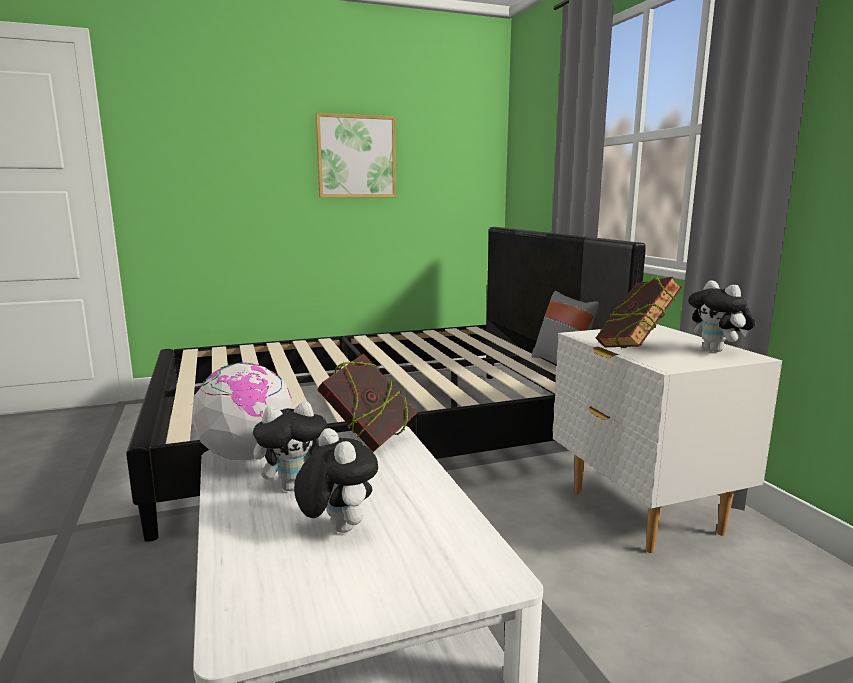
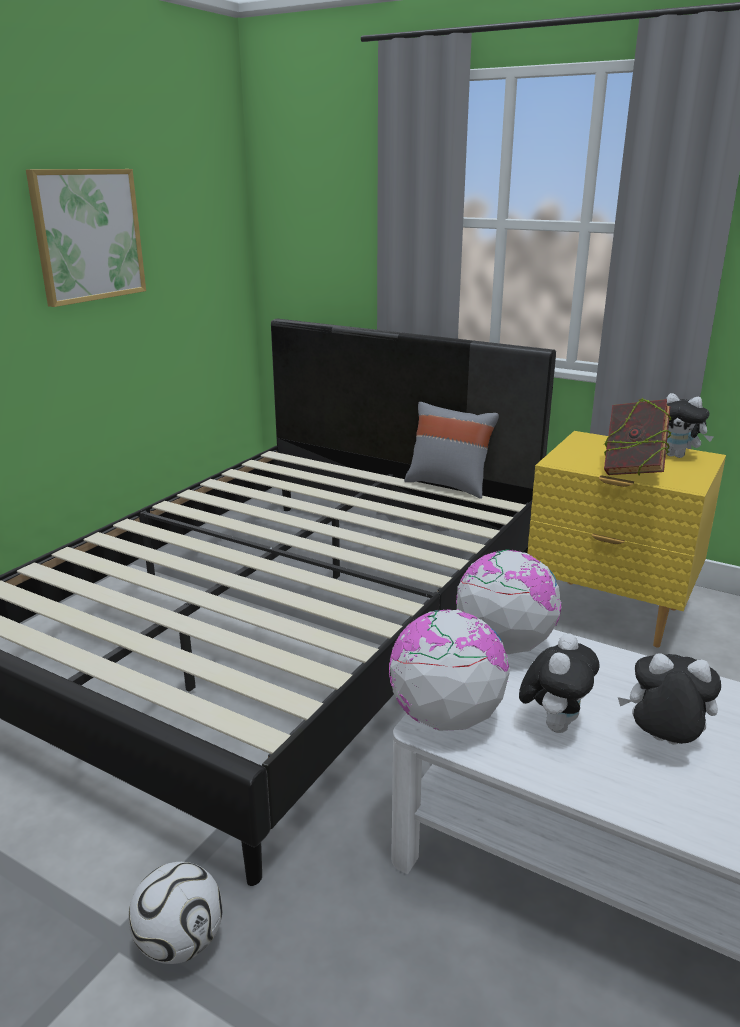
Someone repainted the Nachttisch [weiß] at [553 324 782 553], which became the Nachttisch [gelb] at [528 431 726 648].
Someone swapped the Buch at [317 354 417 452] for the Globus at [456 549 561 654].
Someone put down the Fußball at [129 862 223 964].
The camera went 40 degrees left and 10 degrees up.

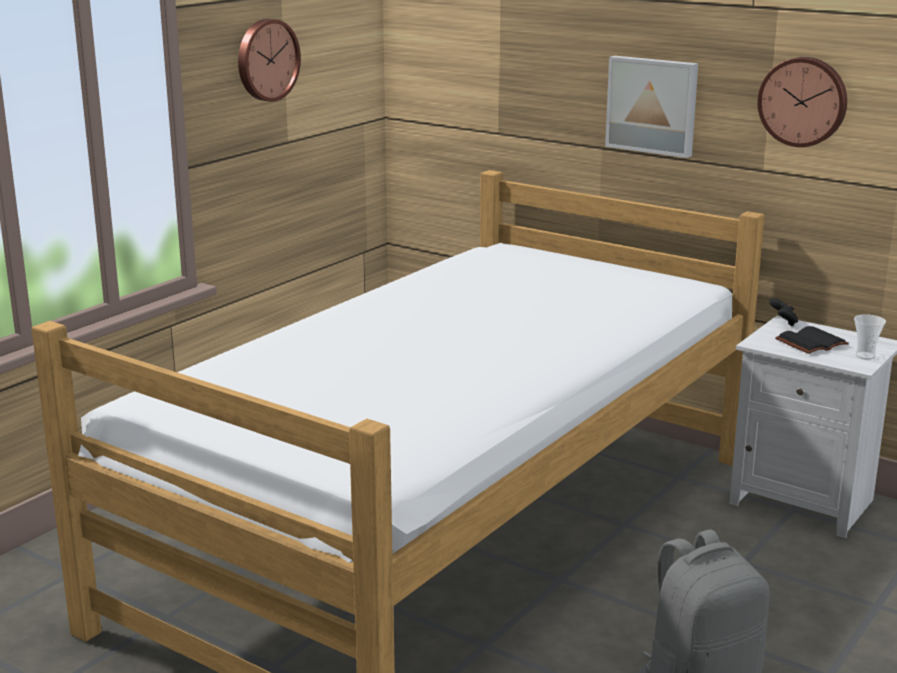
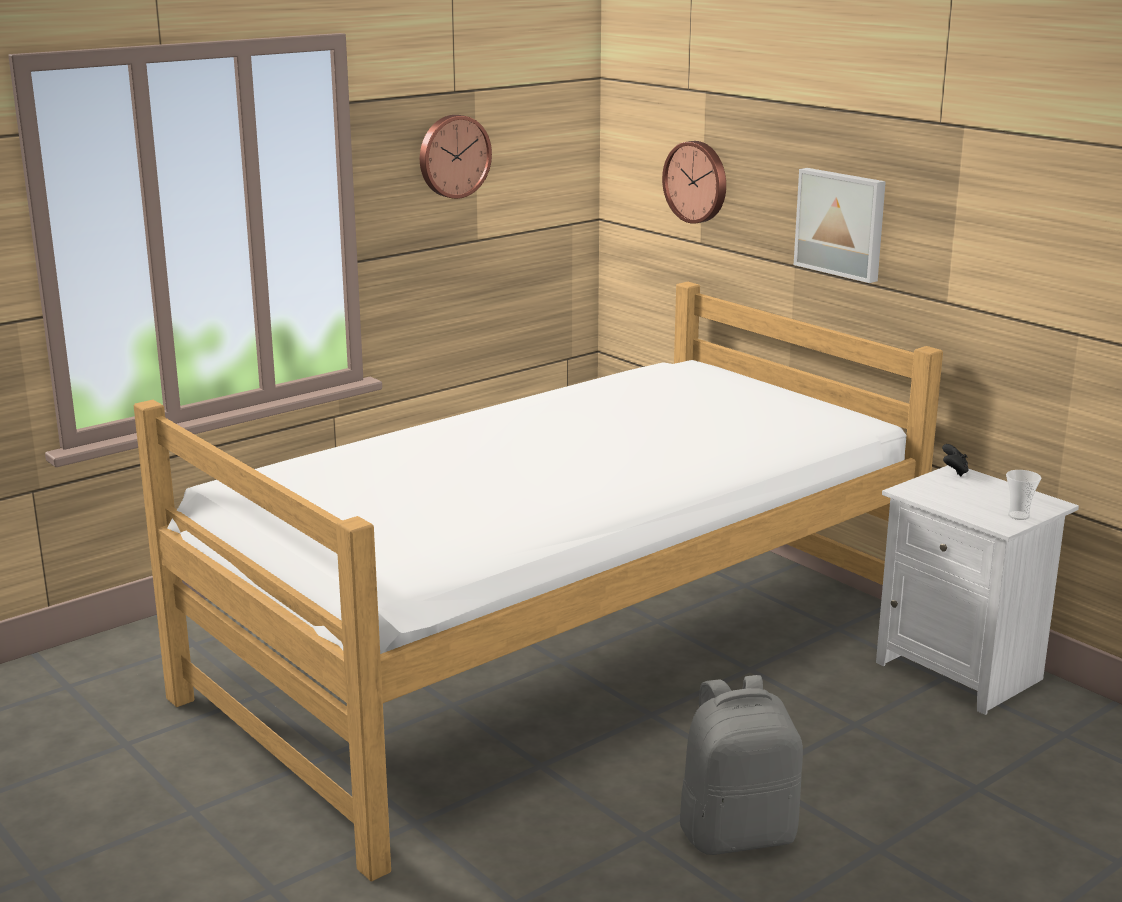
Someone carried the Wanduhr from [757 57 847 147] to [662 141 726 224].
Someone took away the Buch [schwarz] at [775 326 849 354].
The camera went 15 degrees right and 0 degrees up.

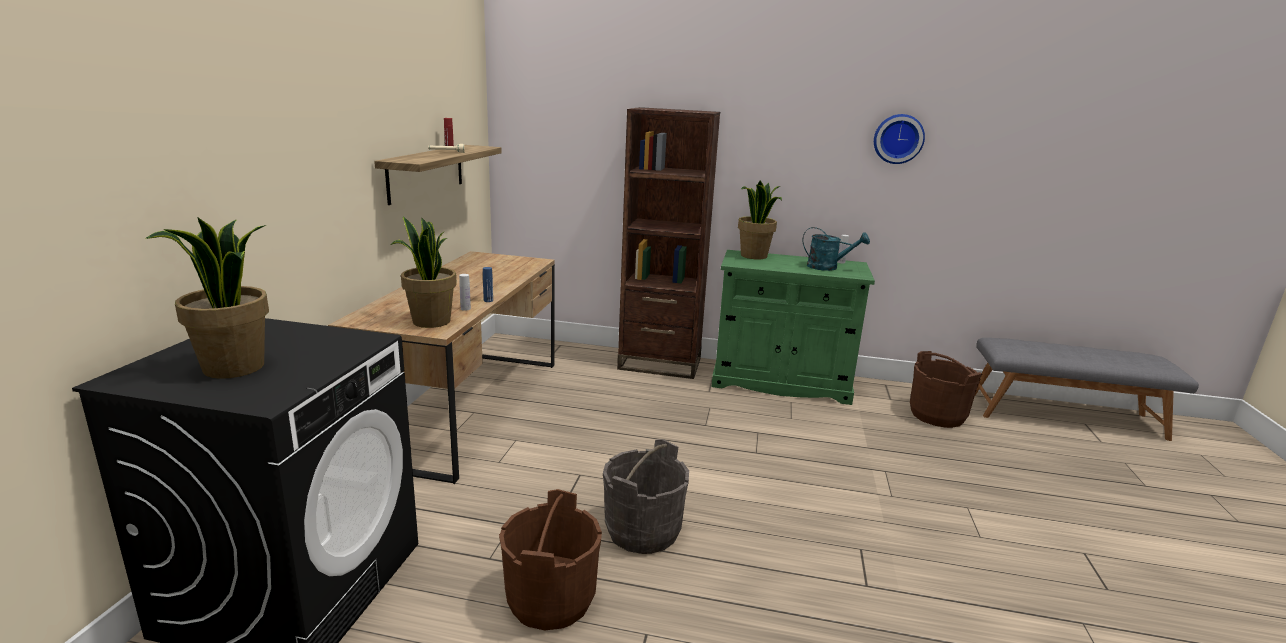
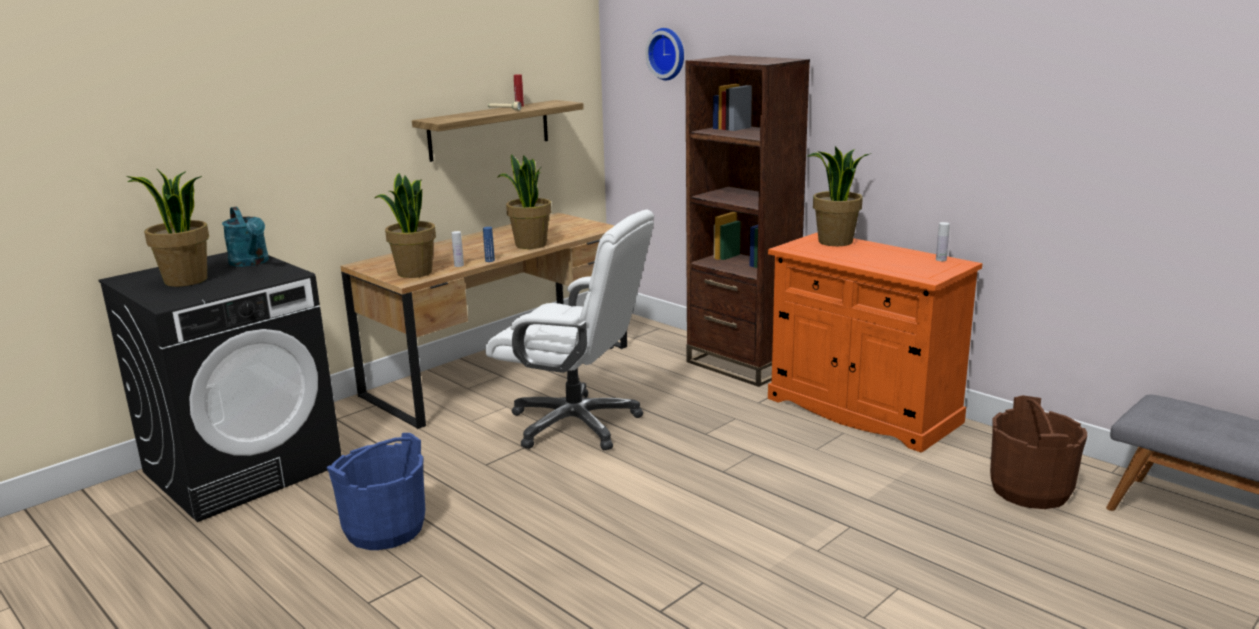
Someone carried the Wanduhr from [874 114 925 164] to [645 28 684 80].
Someone carried the Gießkanne [türkis] from [802 227 870 271] to [222 207 269 267].
Someone repainted the Schrank [grün] at [712 250 875 405], which became the Schrank [orange] at [768 232 982 453].
Someone took away the Eimer [grau] at [603 439 689 554].
Someone repainted the Eimer [braun] at [499 489 602 630], which became the Eimer [blau] at [326 433 425 550].
Someone put down the Topfpflanze at [498 154 551 249].
Someone put down the Bürostuhl [weiß] at [485 209 654 450].
The camera went 35 degrees right and 0 degrees up.

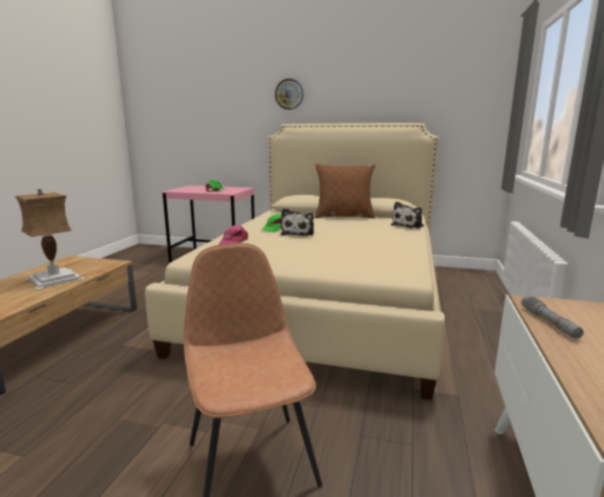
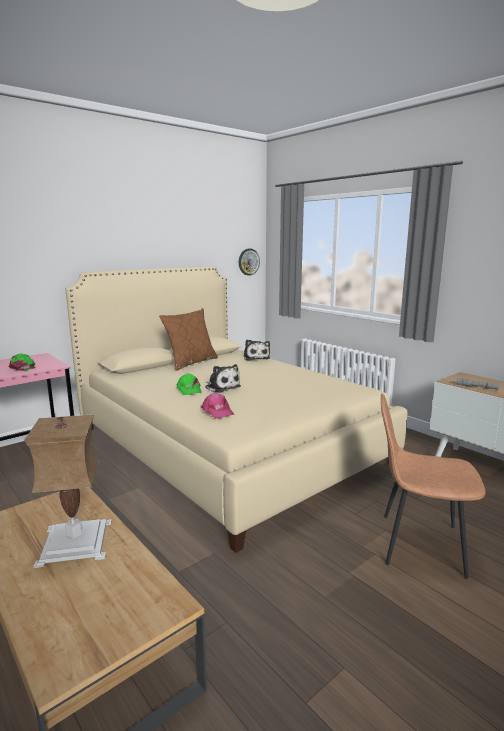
Someone carried the Wanduhr from [275 79 303 110] to [239 249 260 276].
The camera went 55 degrees left and 0 degrees up.

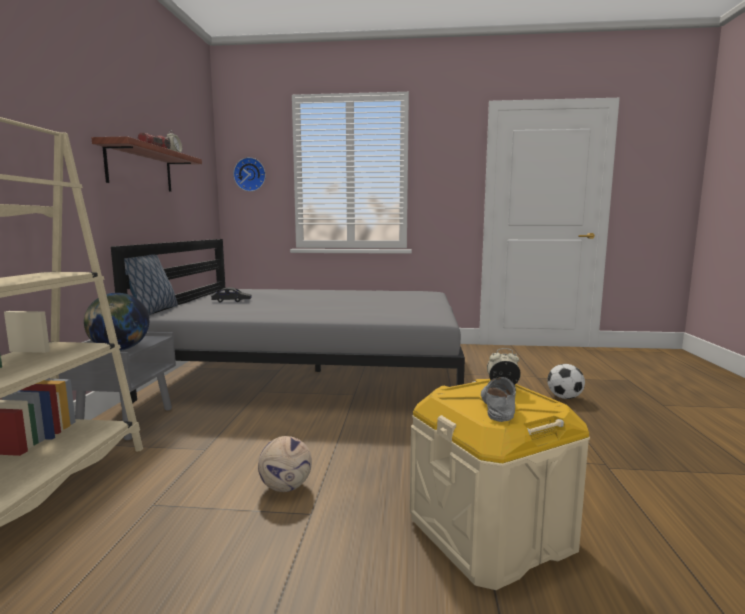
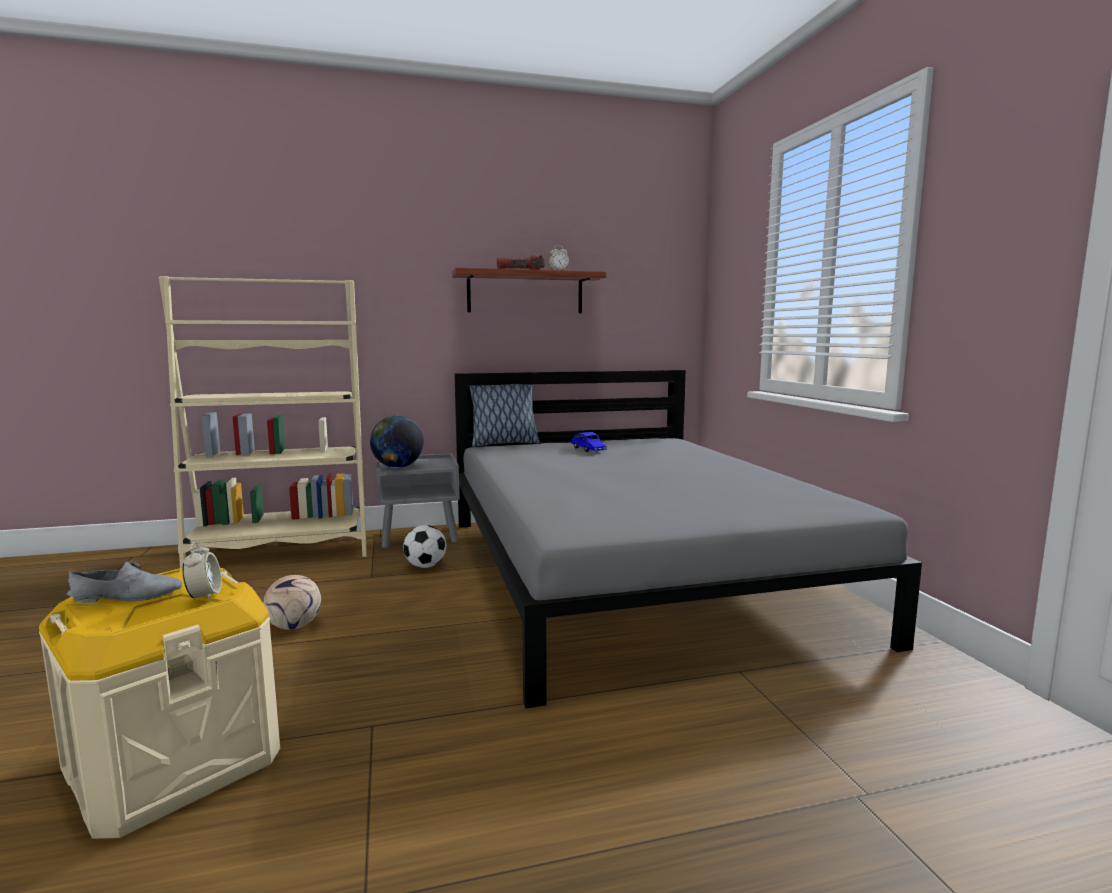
Someone took away the Wanduhr at [233 157 266 192].
Someone repainted the Spielzeugauto [schwarz] at [211 287 252 302], which became the Spielzeugauto [blau] at [571 432 607 452].
Someone carried the Fußball from [547 364 585 399] to [403 525 446 568].
The camera went 70 degrees right and 0 degrees up.

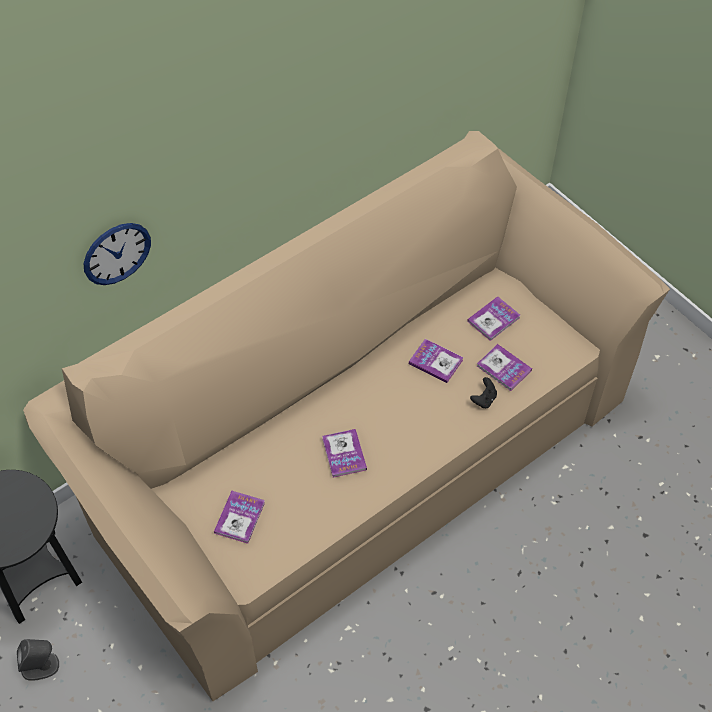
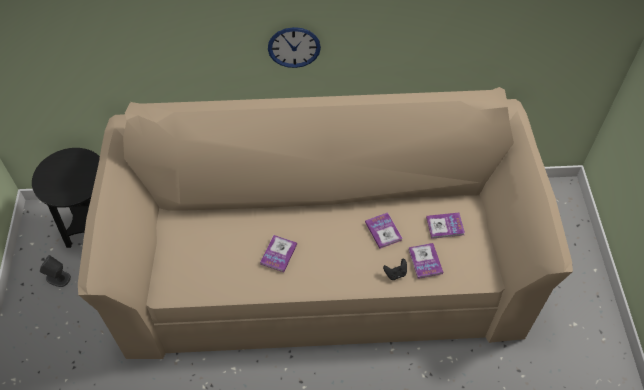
Someone carried the Wanduhr from [83 223 151 285] to [268 27 321 68].
Someone took away the Buch at [214 491 265 544].
The camera went 35 degrees right and 0 degrees up.

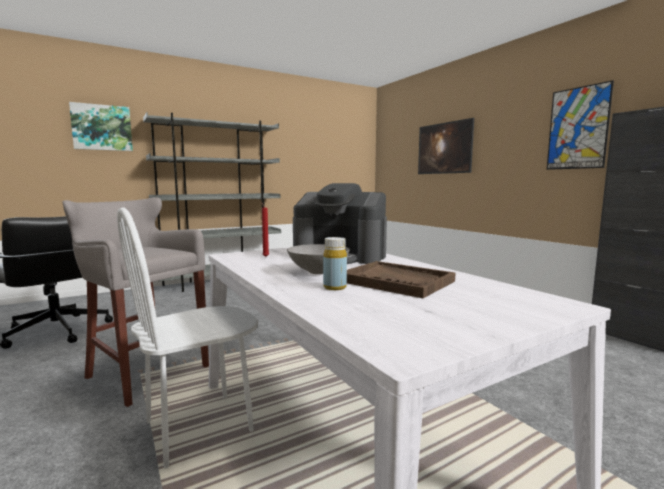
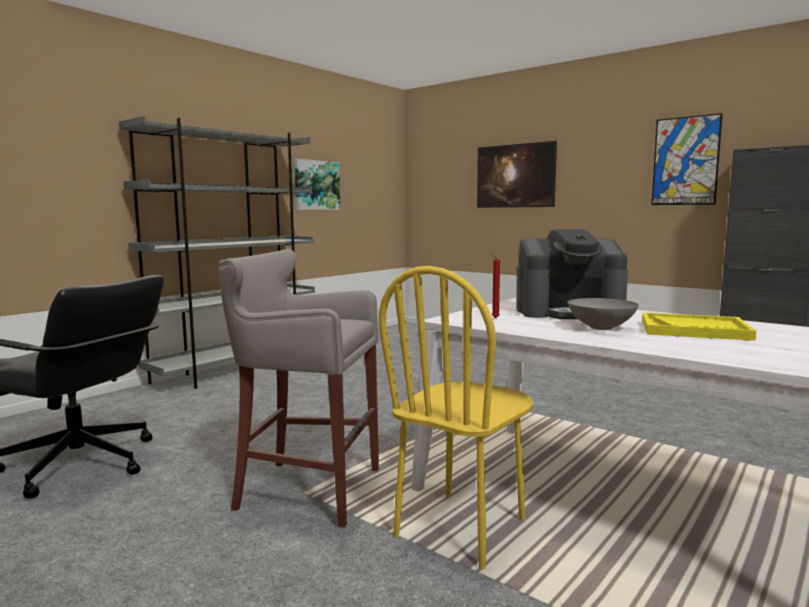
Someone carried the Bild from [69 102 133 151] to [294 159 340 210].
Someone repainted the Stuhl [weiß] at [117 207 258 468], which became the Stuhl [gelb] at [379 266 533 570].
Someone took away the Flasche [gelb] at [323 237 347 290].
Someone repainted the Tablett [braun] at [347 261 455 298], which became the Tablett [gelb] at [642 313 757 341].
The camera went 20 degrees left and 0 degrees up.

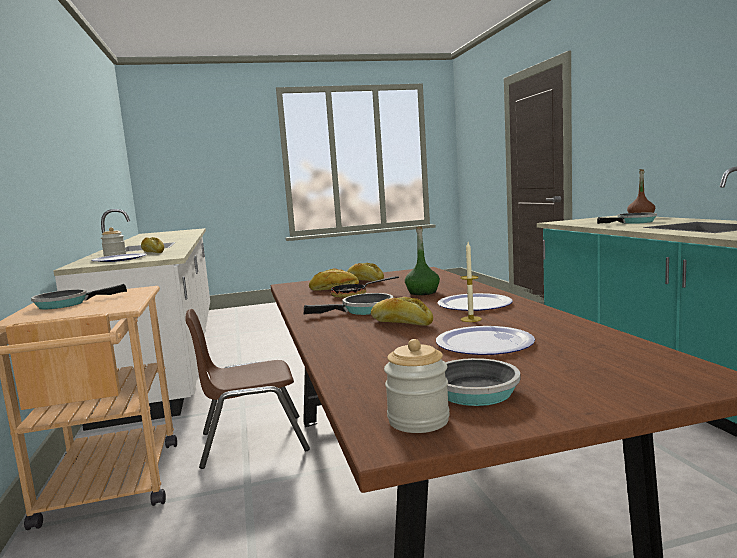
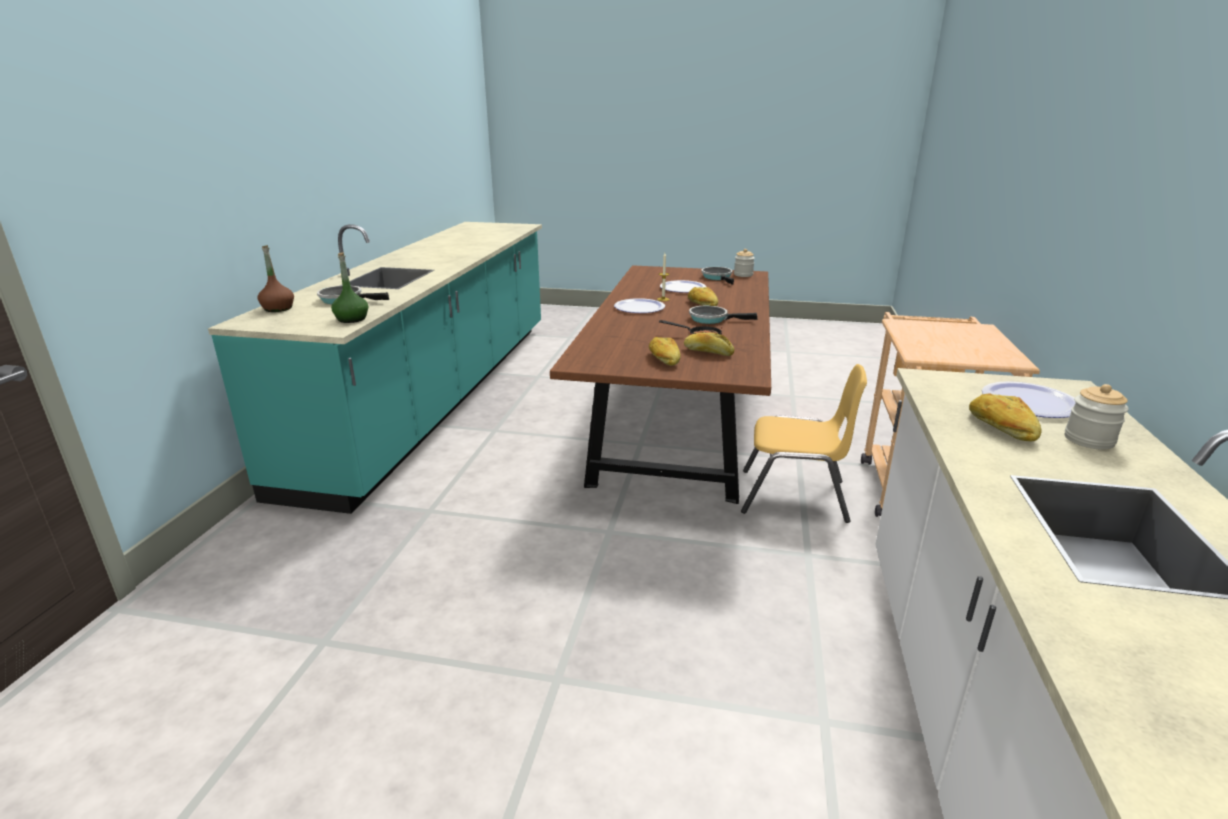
Someone carried the Flasche [grün] from [405 226 440 295] to [331 252 368 323].
Someone took away the Pfanne at [31 284 127 309].
Someone repainted the Stuhl [braun] at [185 309 310 469], which became the Stuhl [gelb] at [741 364 867 523].
The camera went 155 degrees left and 15 degrees up.

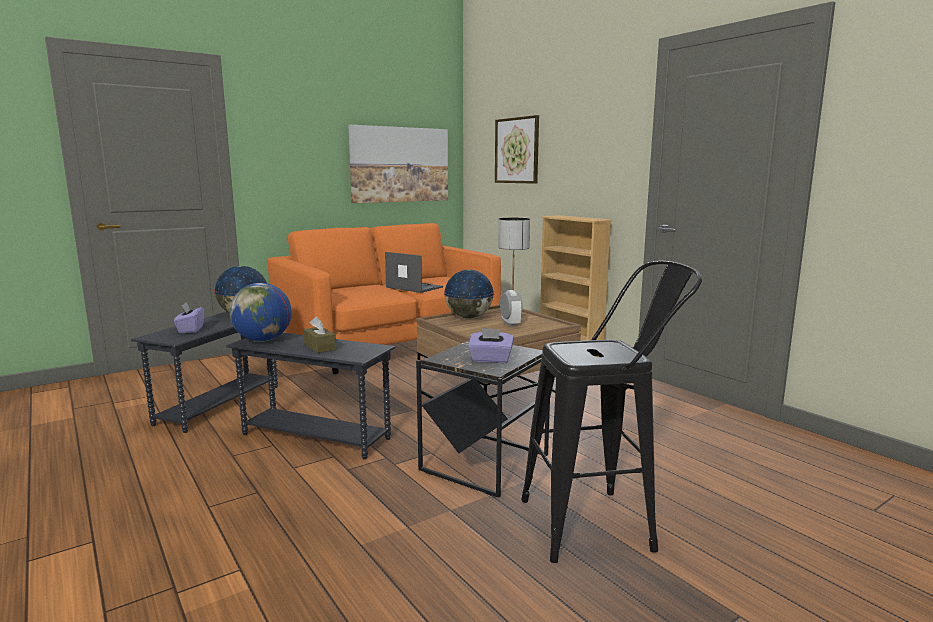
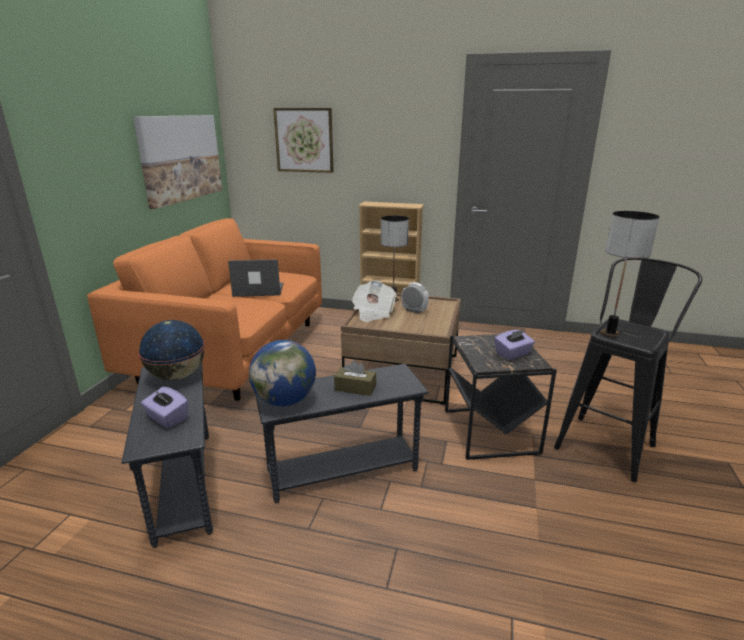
Someone swapped the Globus at [444 269 494 318] for the Zeitung at [352 280 397 322].
Someone put down the Tischlampe at [601 211 659 338].
The camera went 40 degrees left and 10 degrees up.

